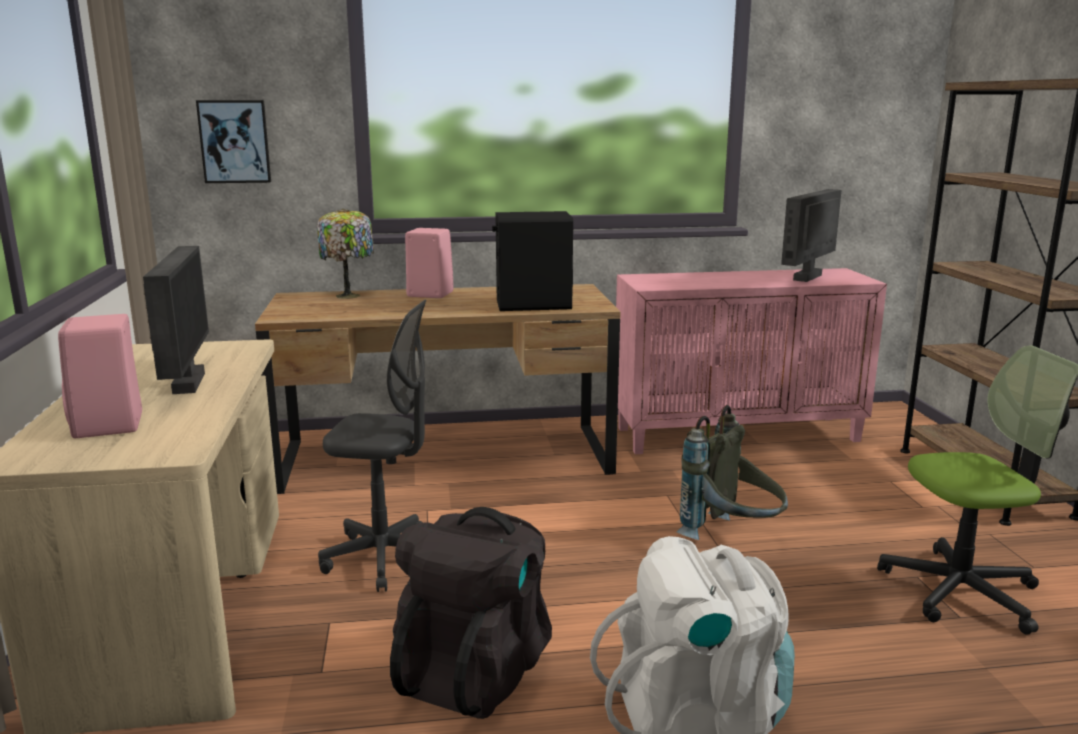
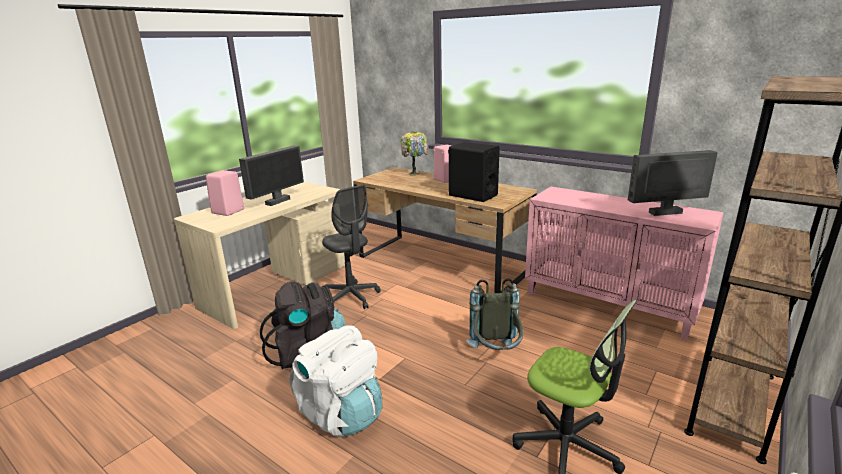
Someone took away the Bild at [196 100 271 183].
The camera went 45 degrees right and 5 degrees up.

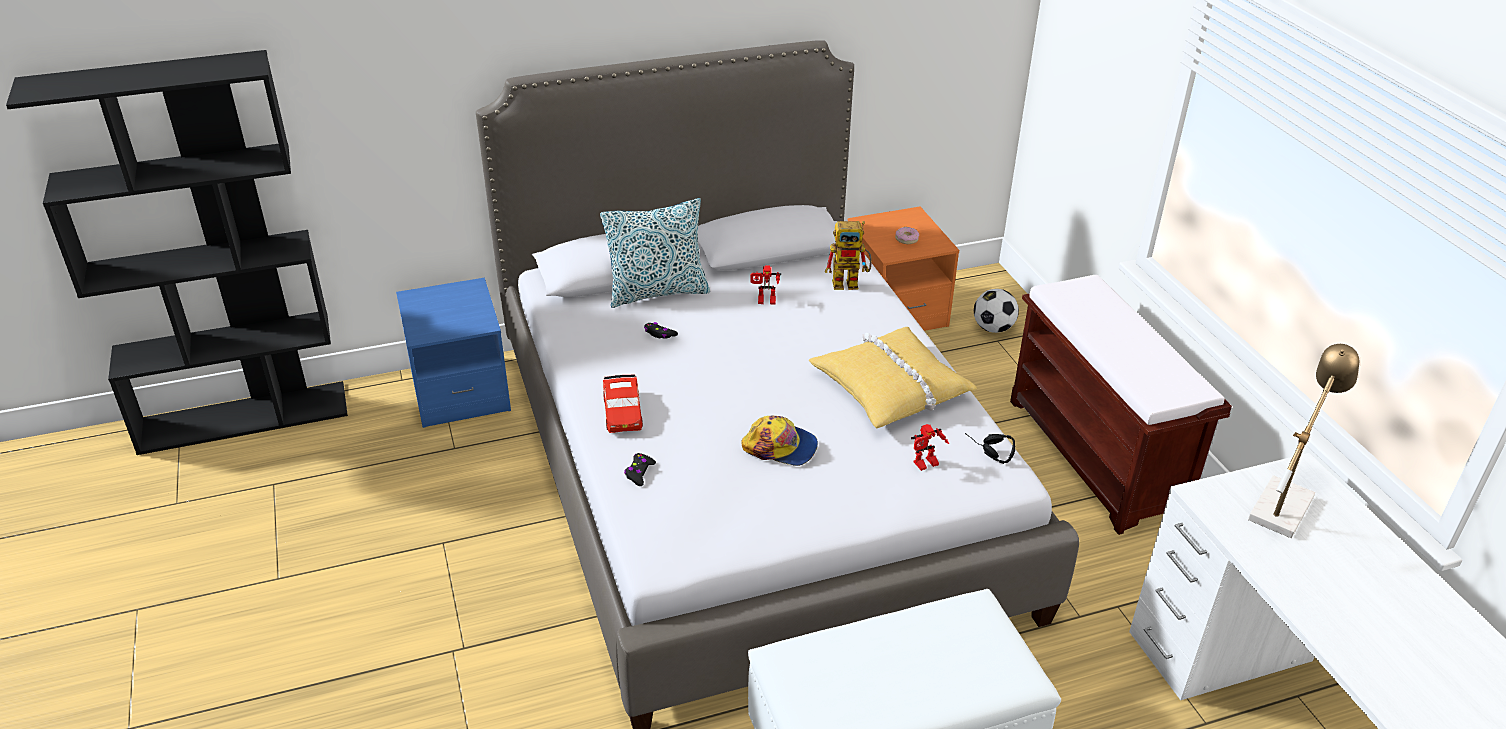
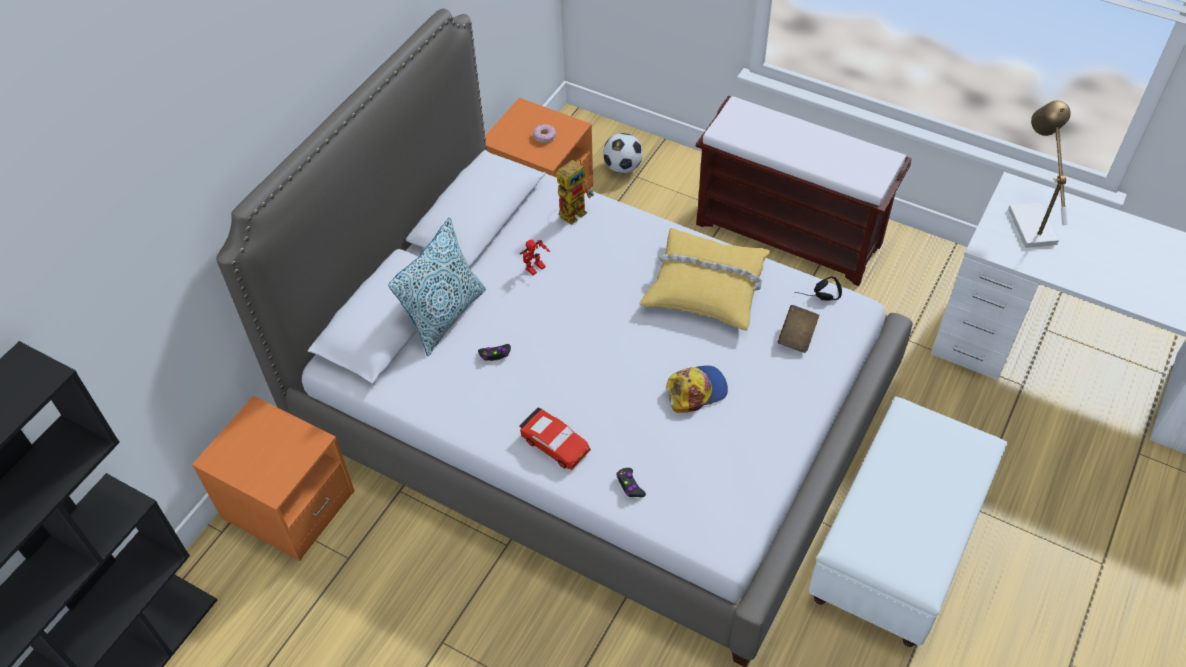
Someone repainted the Nachttisch [blau] at [396 278 511 428], which became the Nachttisch [orange] at [192 396 355 561].
Someone swapped the Spielzeugroboter at [911 424 949 471] for the Buch [braun] at [777 305 819 353].
The camera went 40 degrees left and 15 degrees up.

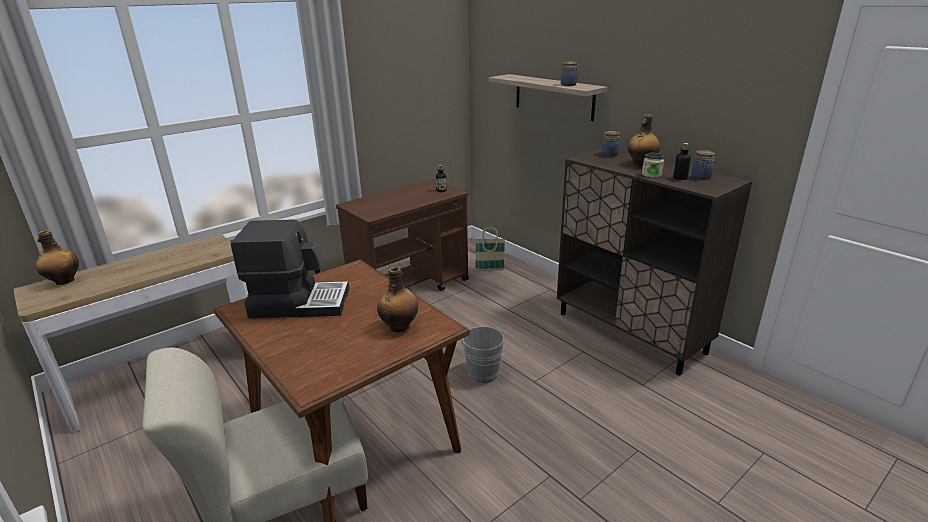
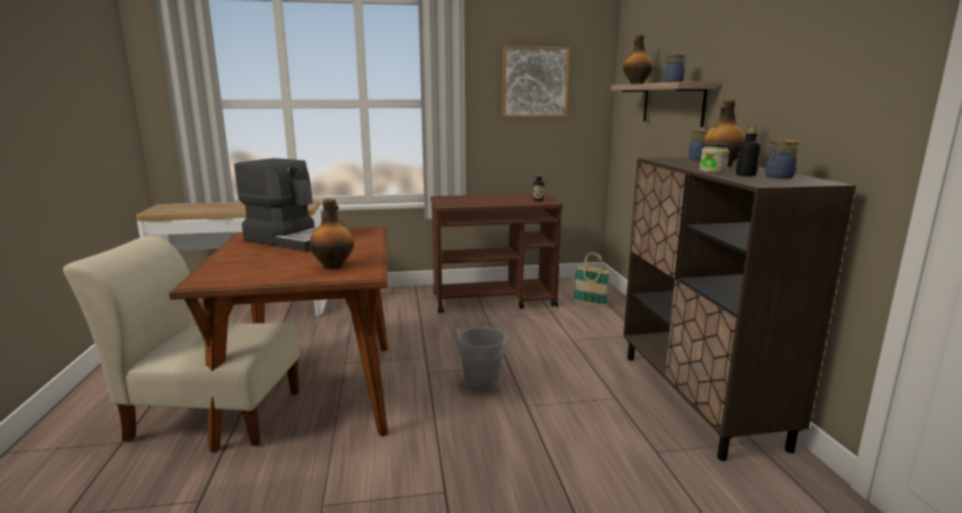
Someone carried the Flasche from [36 230 79 285] to [623 35 653 84].
Someone put up the Bild at [502 46 570 117].
The camera went 30 degrees right and 10 degrees down.

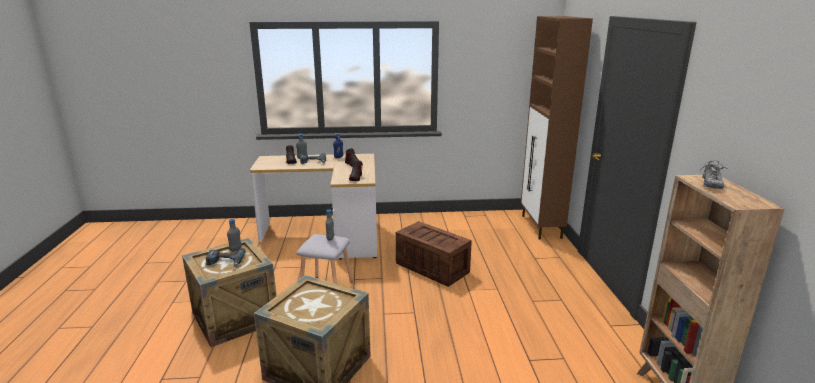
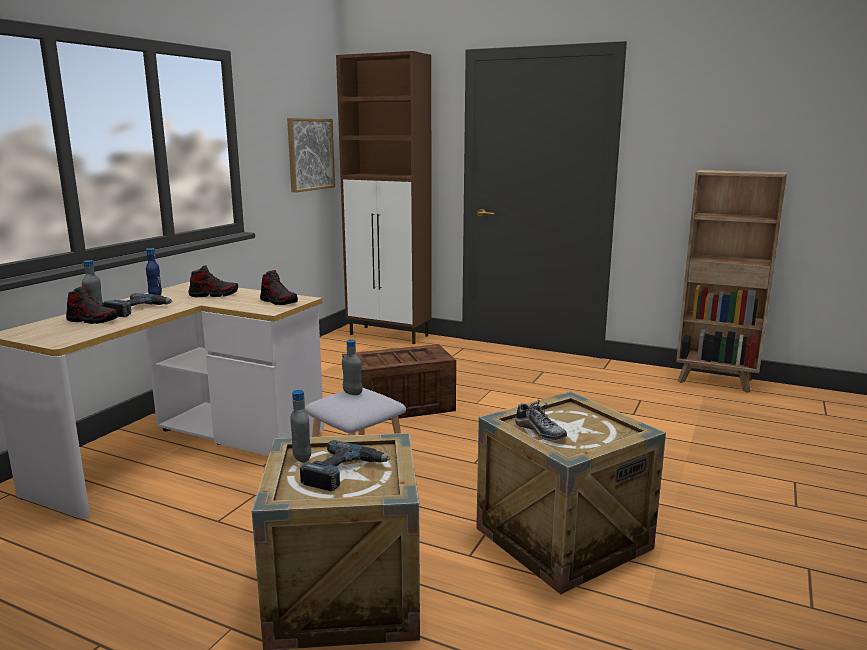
Someone carried the Schuh from [701 161 729 189] to [515 400 567 440].
Someone put up the Bild at [287 118 335 193].
The camera went 60 degrees left and 5 degrees down.

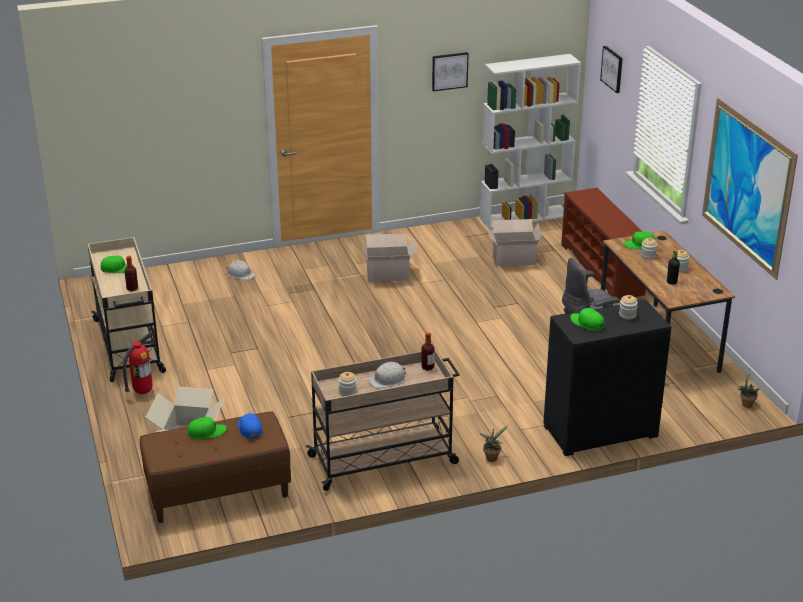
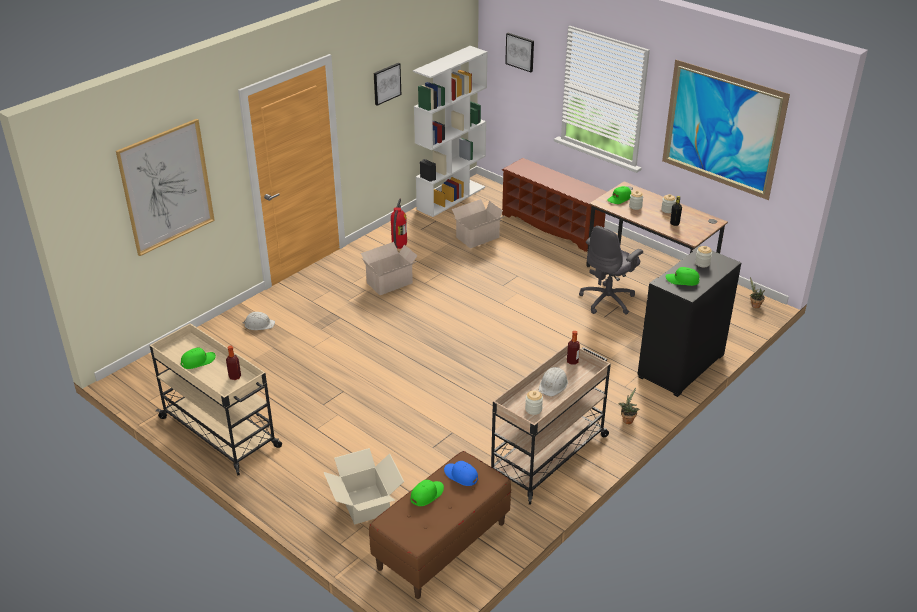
Someone carried the Feuerlöscher from [123 332 154 394] to [391 198 407 249].
Someone put up the Bild at [116 119 215 256].
The camera went 30 degrees left and 5 degrees up.

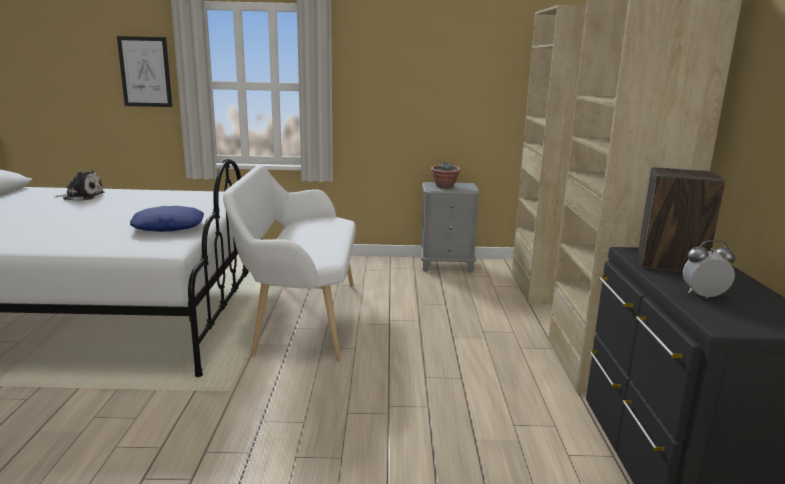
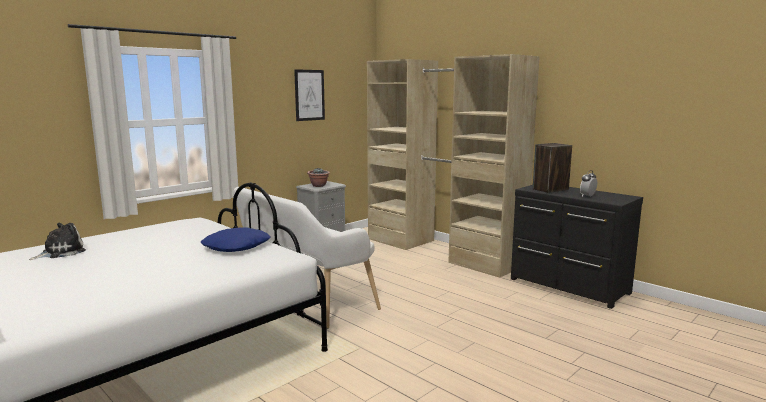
Someone carried the Bild from [117 36 172 107] to [294 69 325 121].
The camera went 45 degrees left and 5 degrees down.

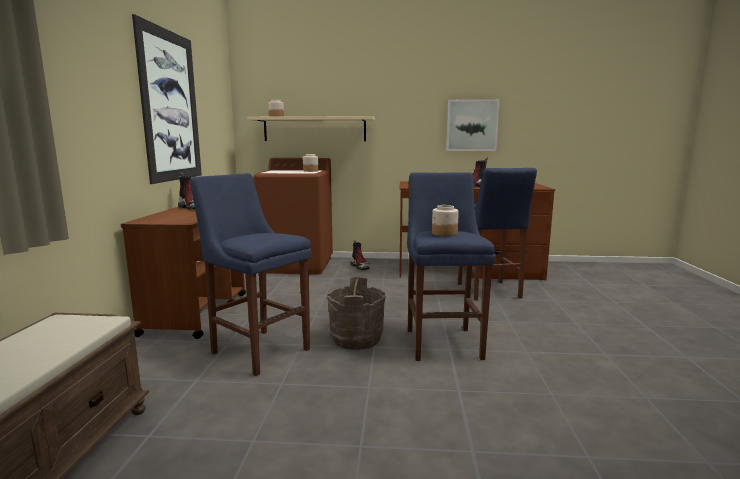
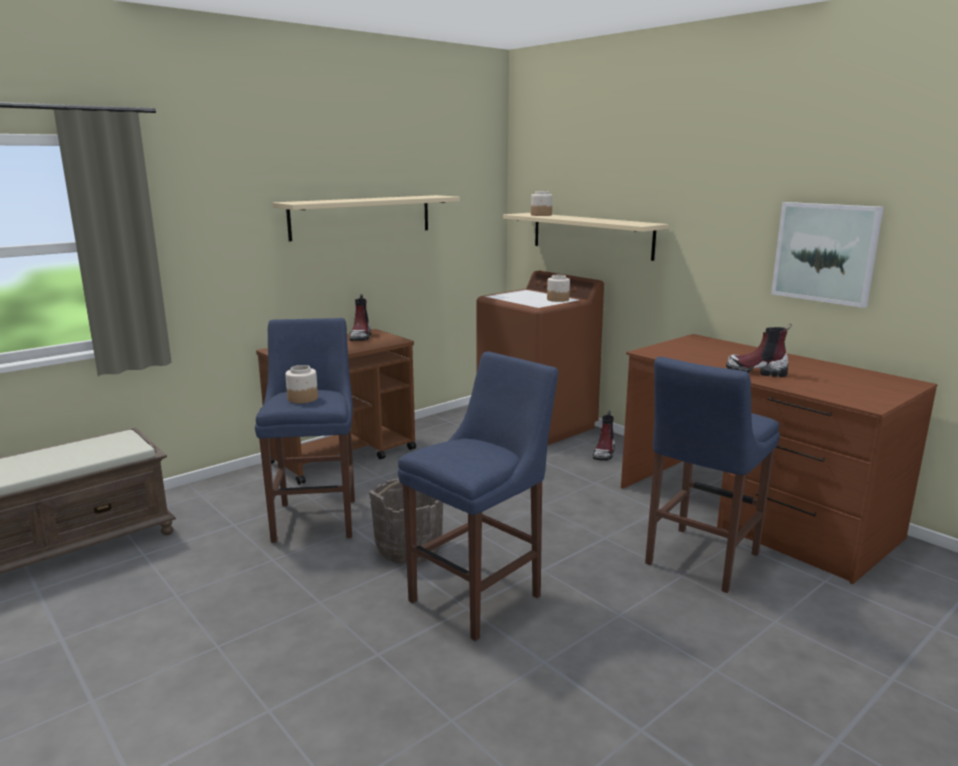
Someone swapped the Bild at [132 14 202 184] for the Wandregal [beige] at [272 195 460 241].
Someone carried the Vorratsglas from [432 205 459 236] to [285 365 318 403].
The camera went 45 degrees right and 5 degrees up.

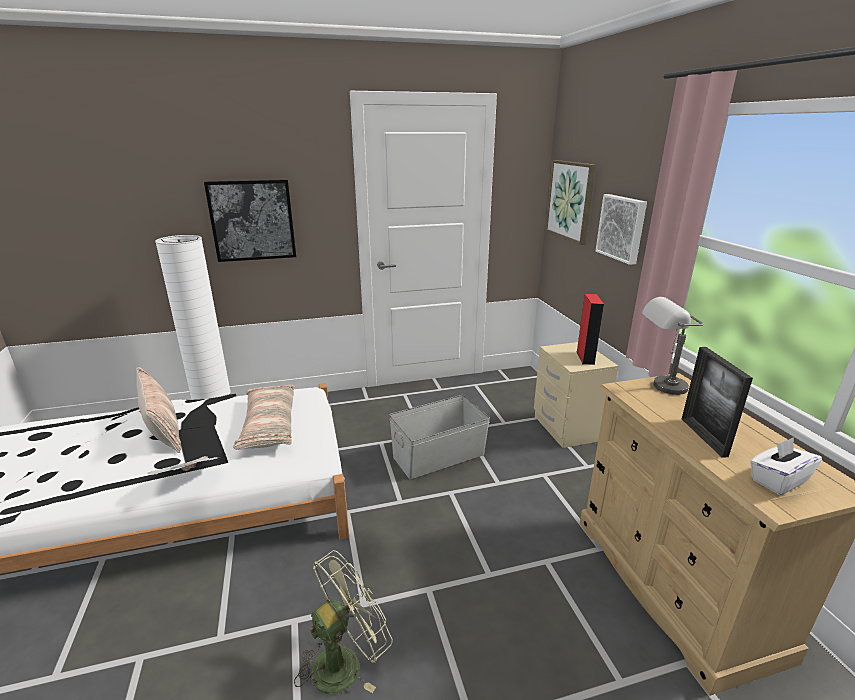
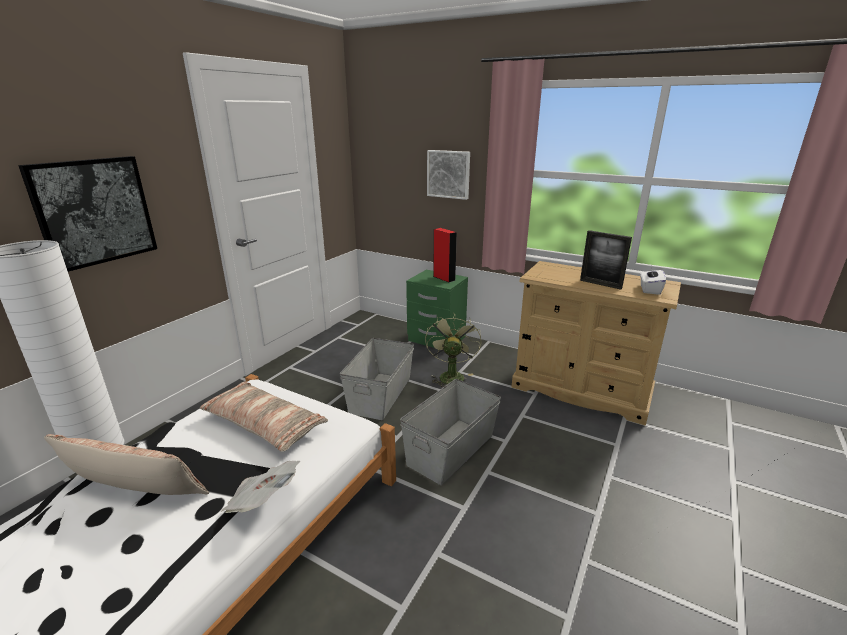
Someone took away the Bild at [545 160 596 245].
Someone took away the Tischlampe [grau] at [642 297 704 395].
Someone repainted the Nachttisch [beige] at [534 342 618 448], which became the Nachttisch [grün] at [406 270 468 348].
Someone carried the Ventilator [grün] from [294 550 393 695] to [425 313 482 388].
Someone put down the Aufbewahrungsbox [grau] at [400 379 501 485].
The camera went 45 degrees left and 0 degrees up.

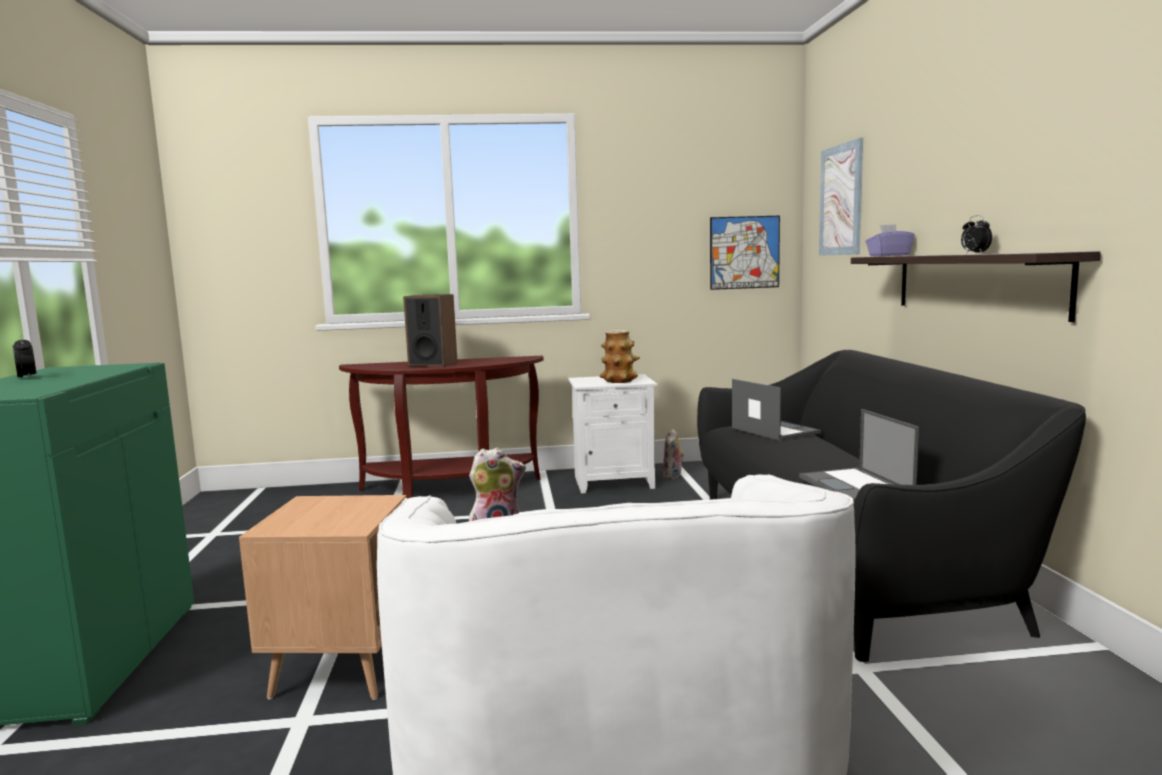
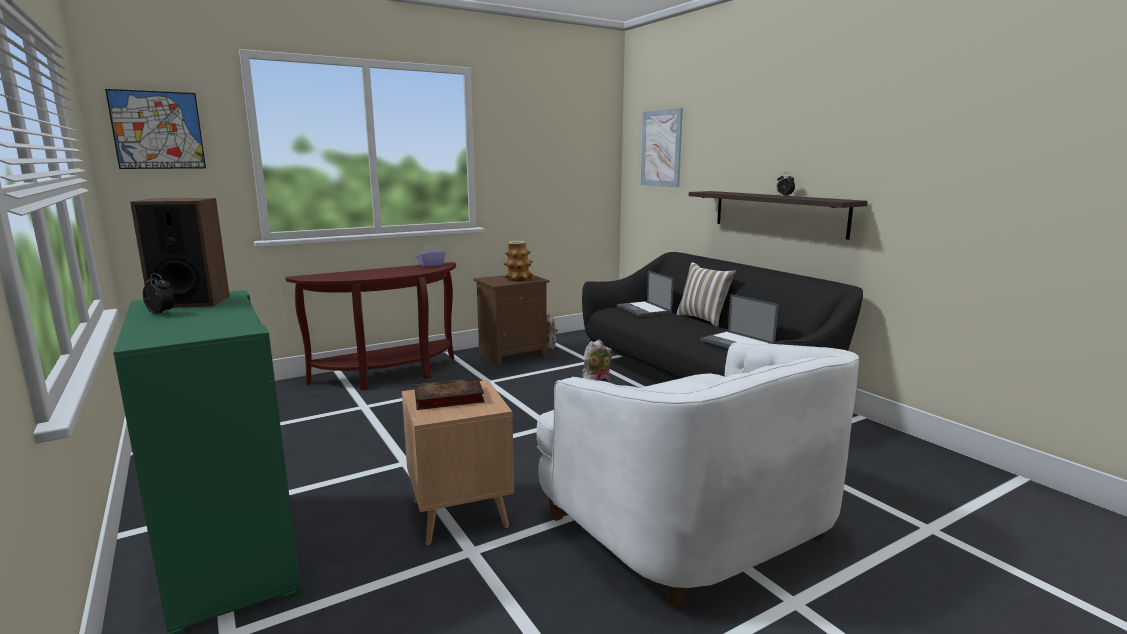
Someone carried the Bild from [710 216 780 290] to [105 89 206 169].
Someone carried the Taschentuchbox [lila] from [866 224 915 256] to [416 245 445 267].
Someone carried the Lautsprecher from [403 294 457 367] to [130 198 230 308].
Someone repainted the Nachttisch [weiß] at [568 374 657 493], which became the Nachttisch [braun] at [474 275 549 366].
Someone rotated the Laptop at [732 379 821 441] by 150 degrees counterclockwise.
Someone put down the Kissen at [677 262 736 327].
Someone put down the Buch at [414 378 485 410].
The camera went 25 degrees left and 5 degrees up.

